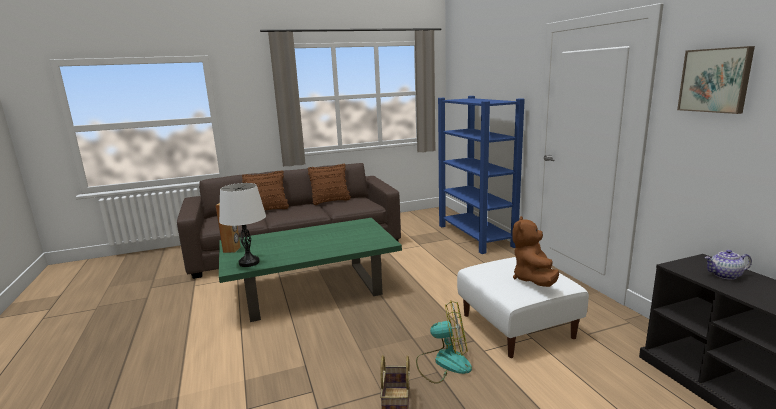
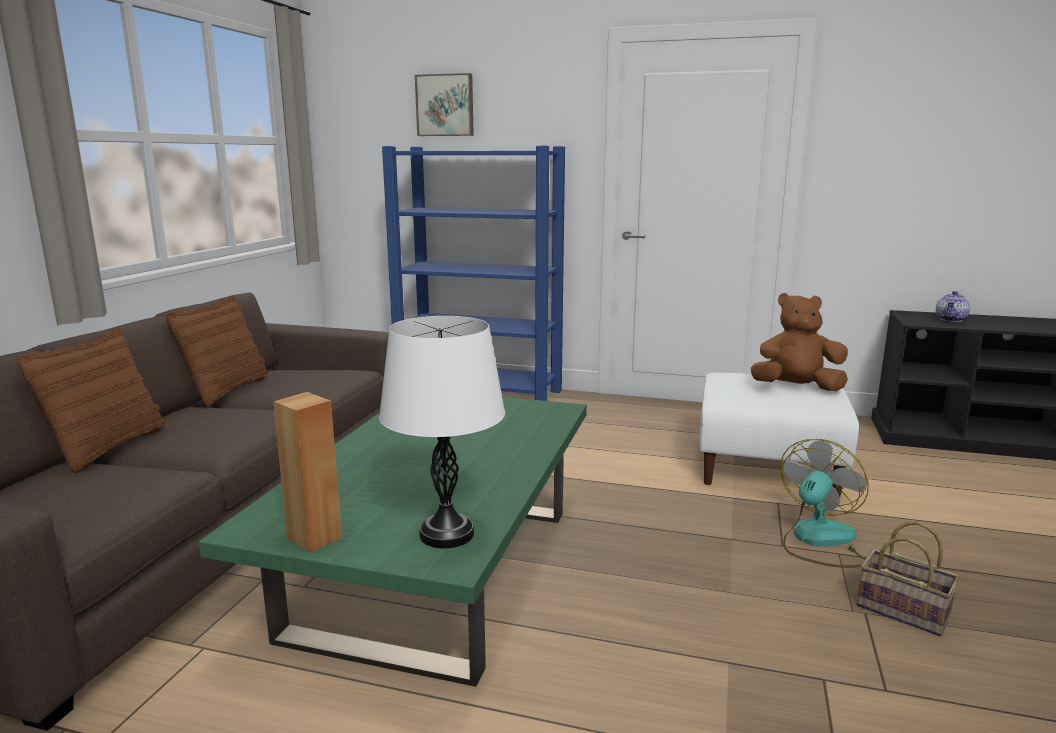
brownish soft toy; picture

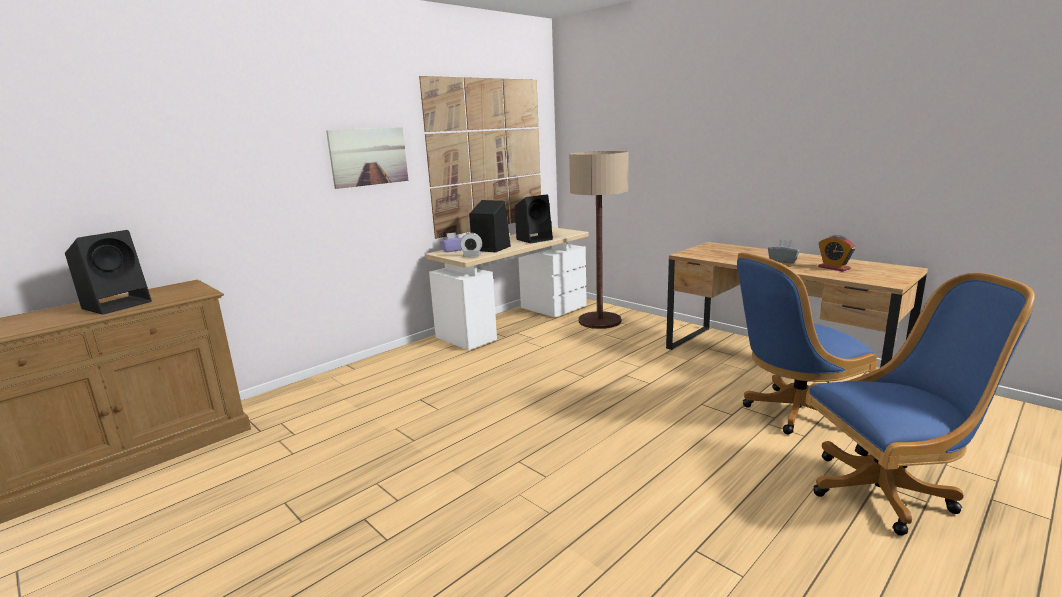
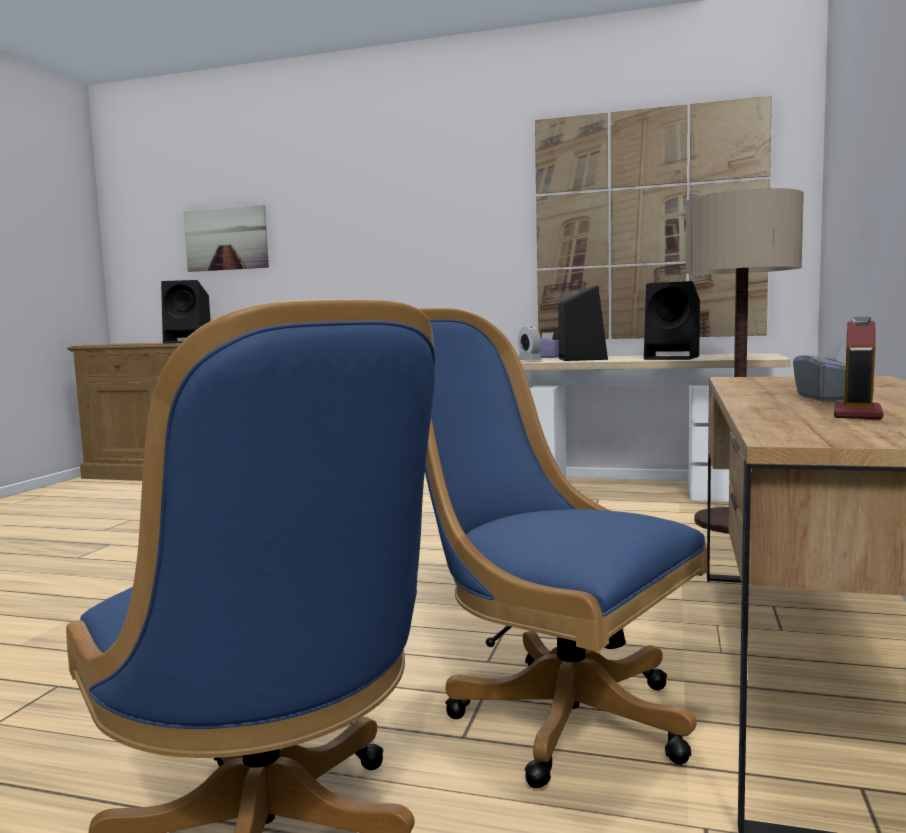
picture (no. 1 from left)

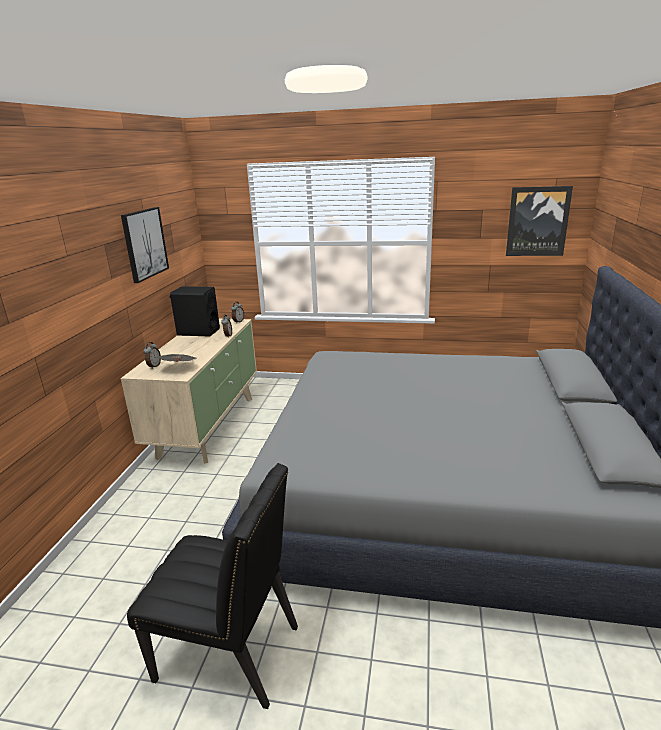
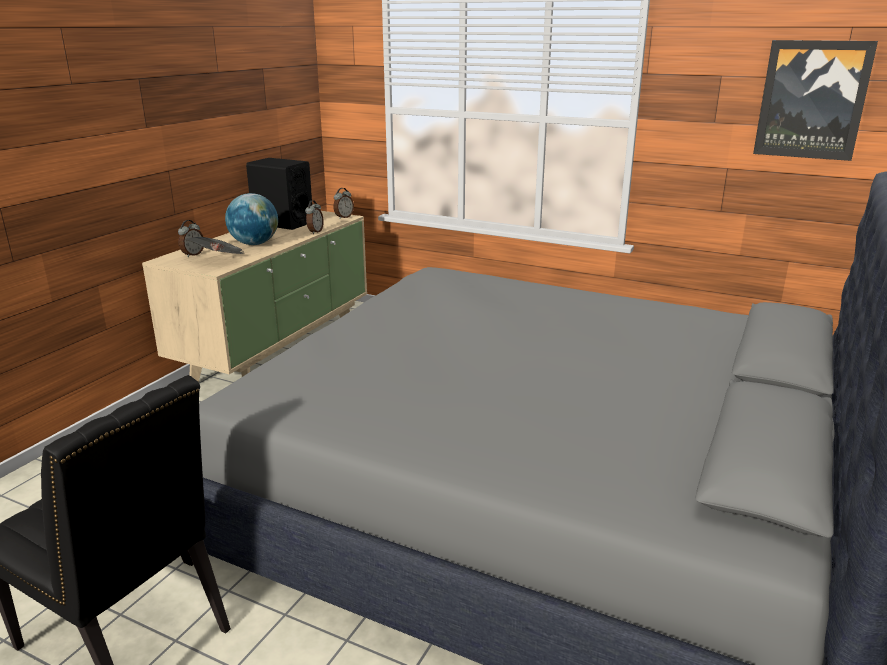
picture (no. 1 from left in the first image); world globe

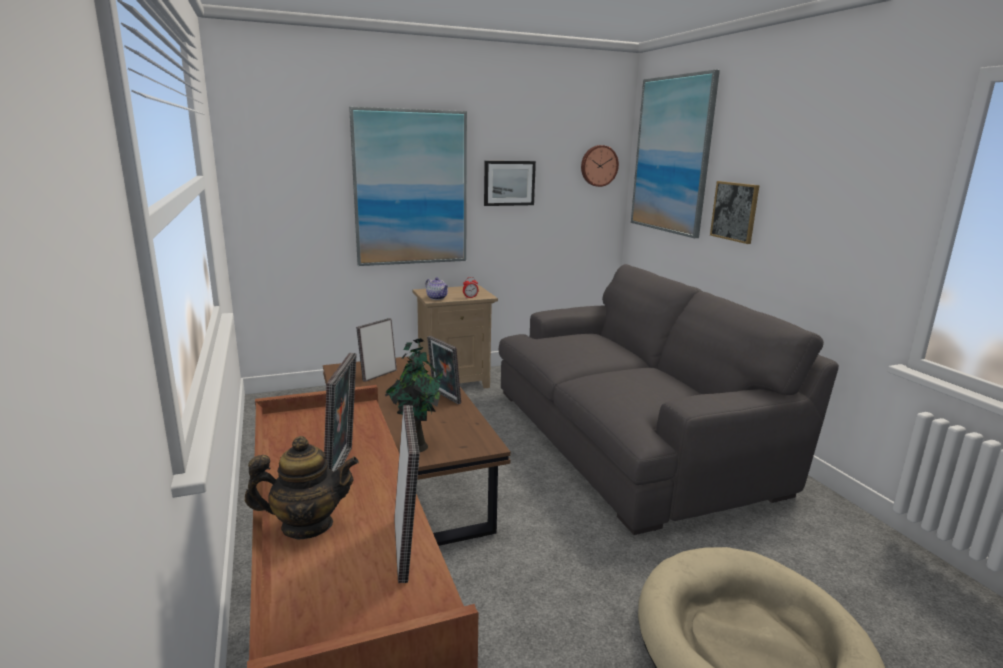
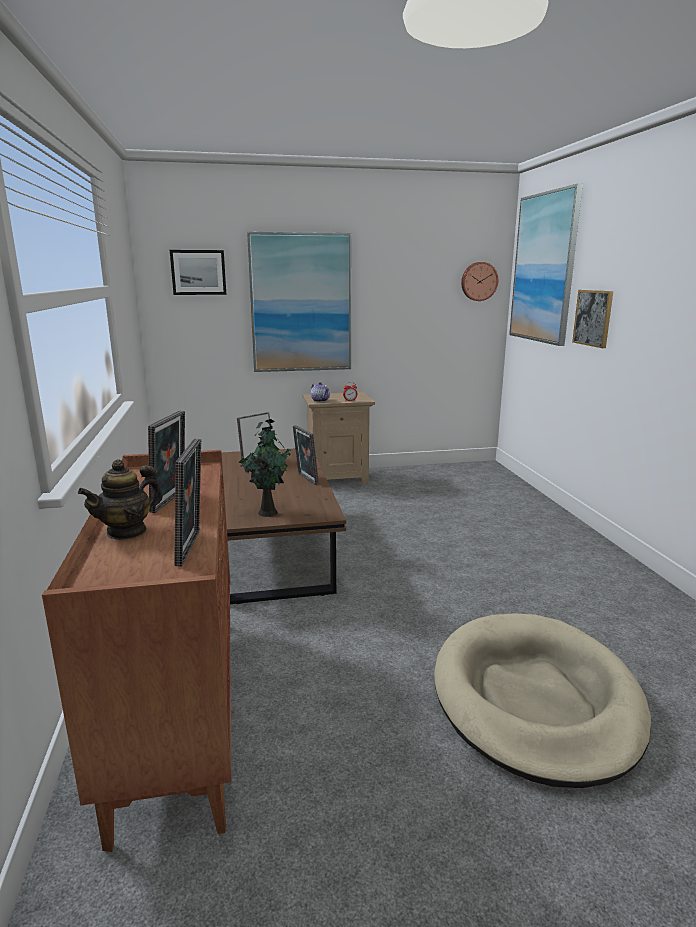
tea pot (no. 1 from left); picture (no. 1 from left); greyish couch

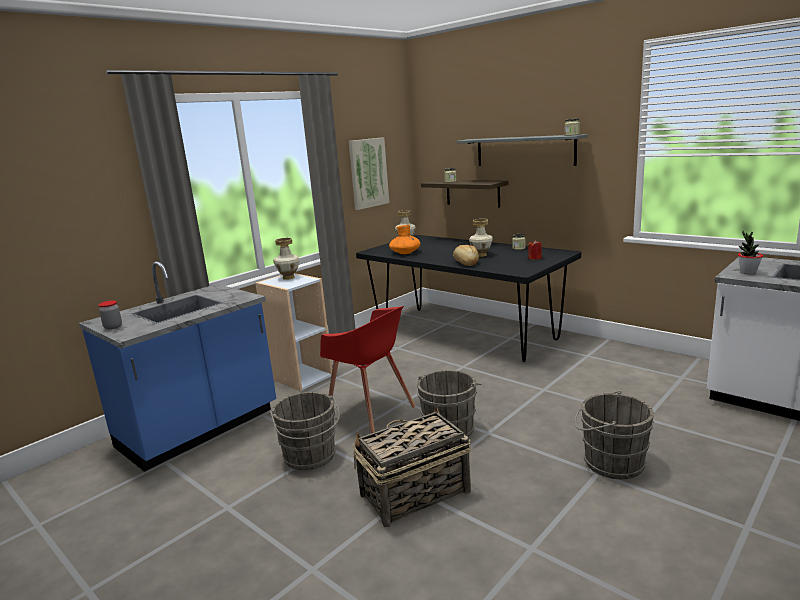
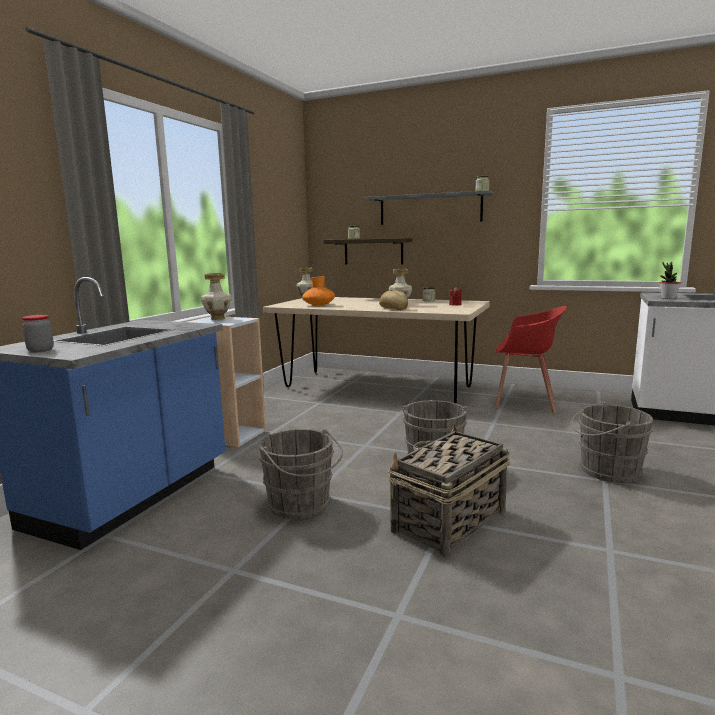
red chair; picture; beige-coloured dinner table

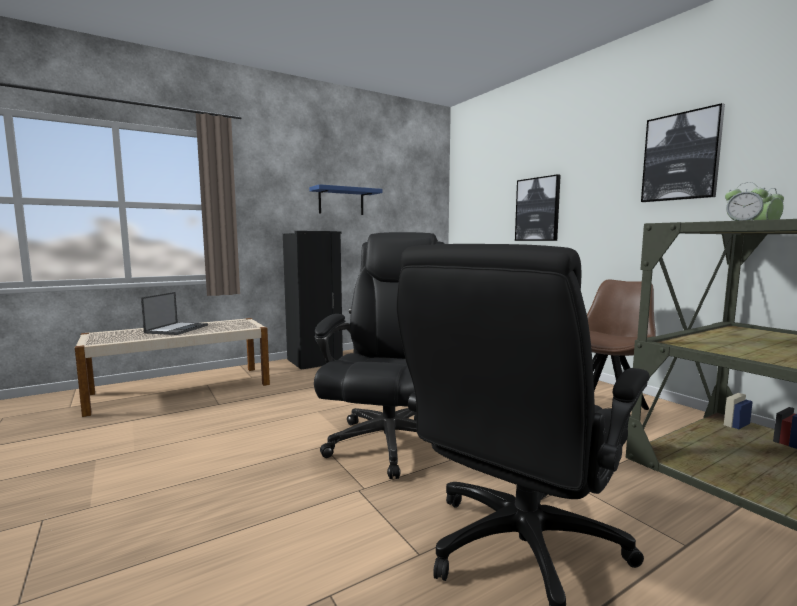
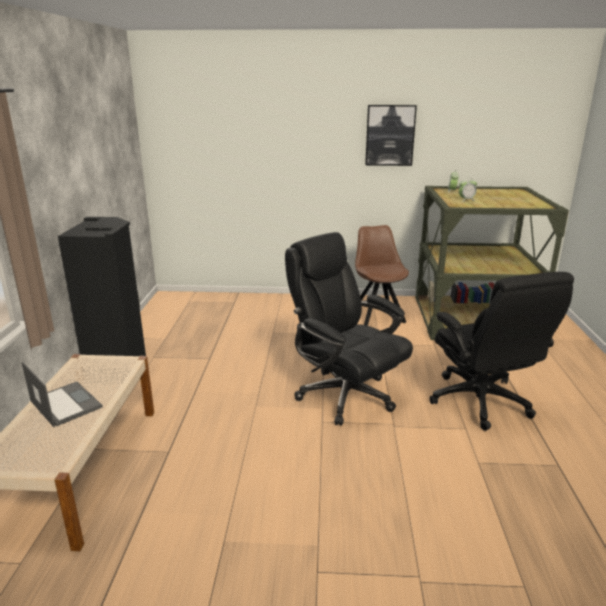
bluish shelf; picture (no. 1 from left in the first image)

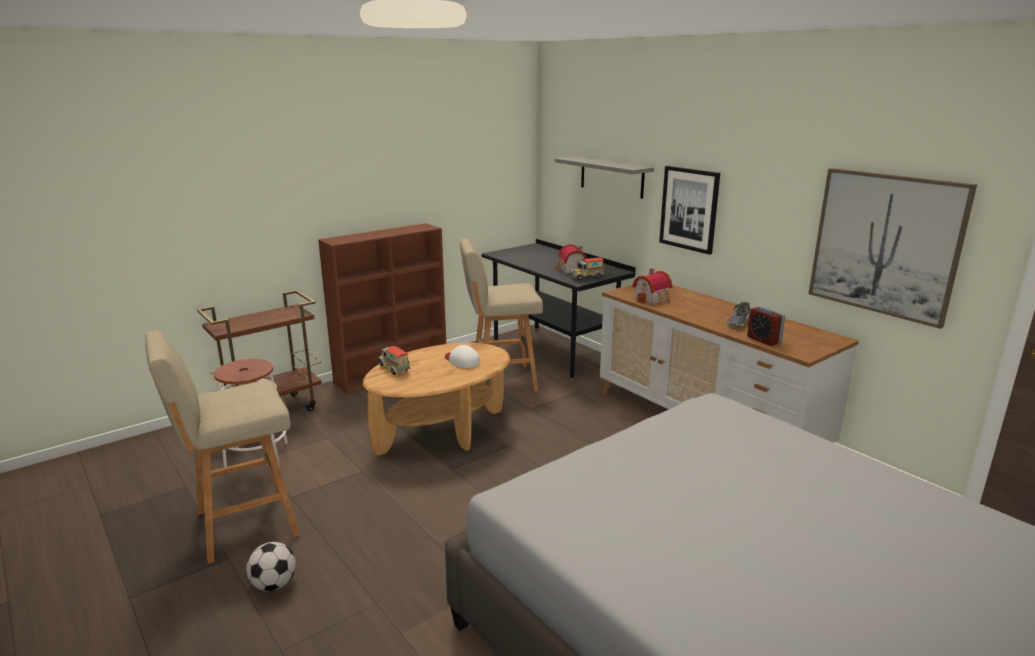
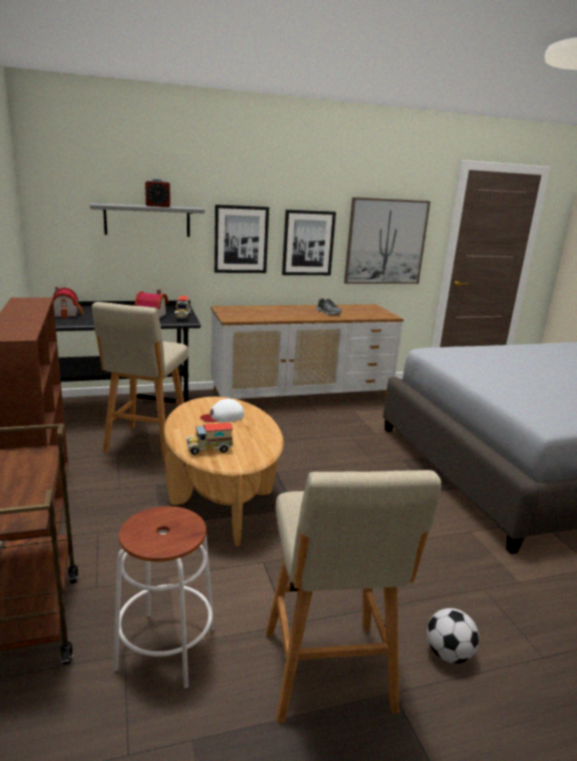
miniature house (no. 1 from left); bedside clock; picture (no. 2 from left)

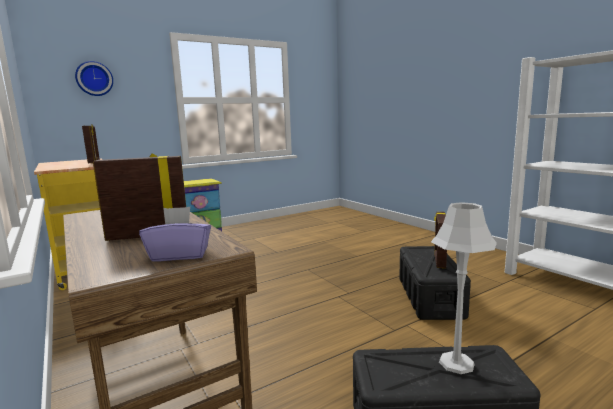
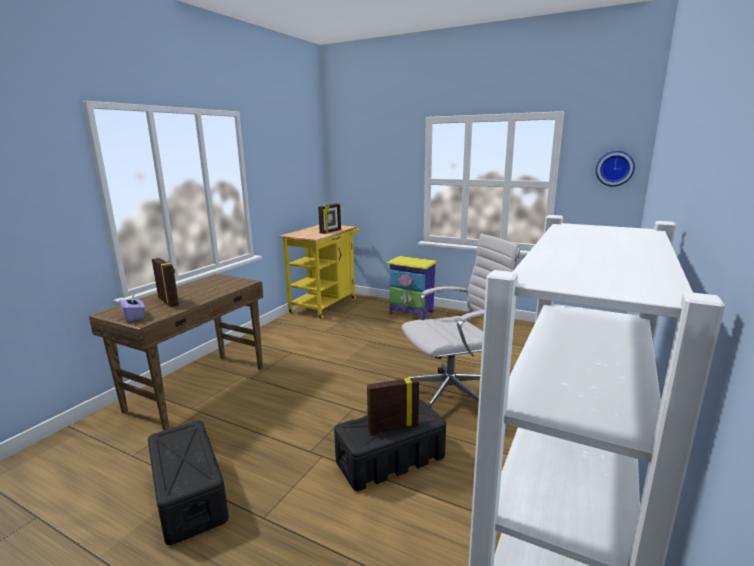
wall clock; greyish tabletop lamp; white-coloured desk chair

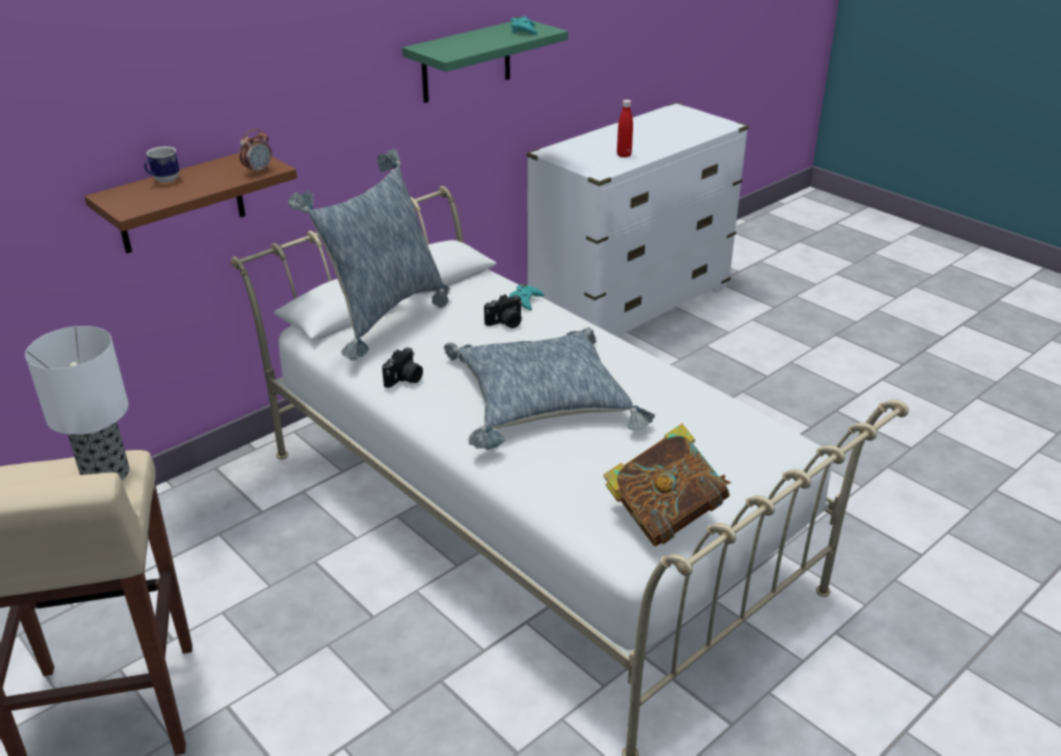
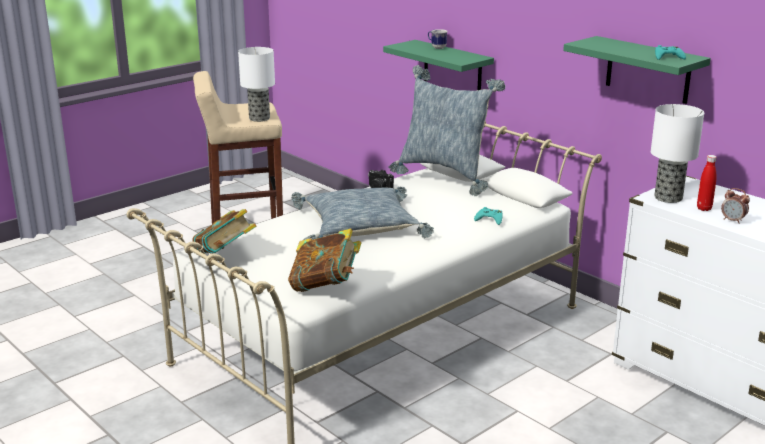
greenish shelf (no. 1 from left); bedside clock; still camera (no. 2 from left in the first image); bound book (no. 2 from left); tabletop lamp (no. 2 from left)

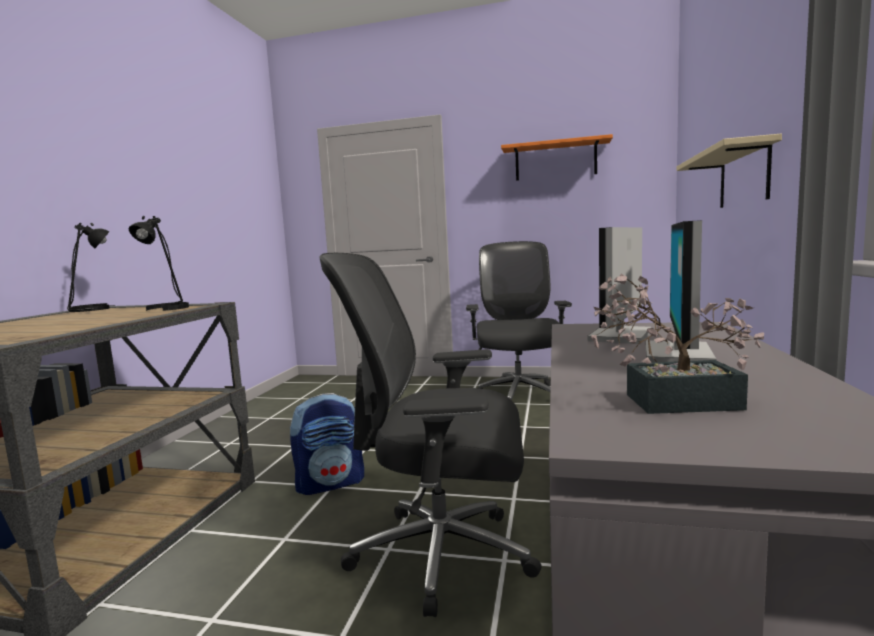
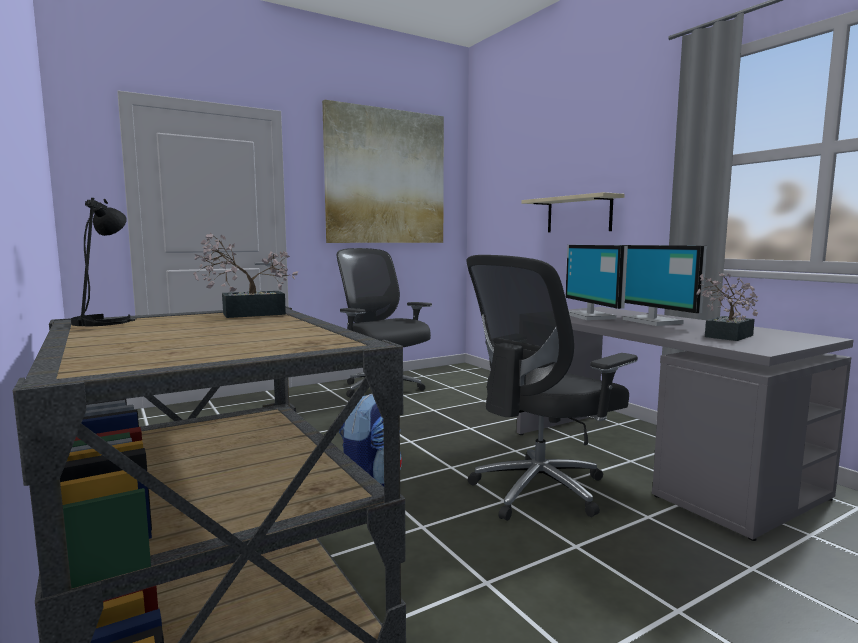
potted plant (no. 1 from left); picture

